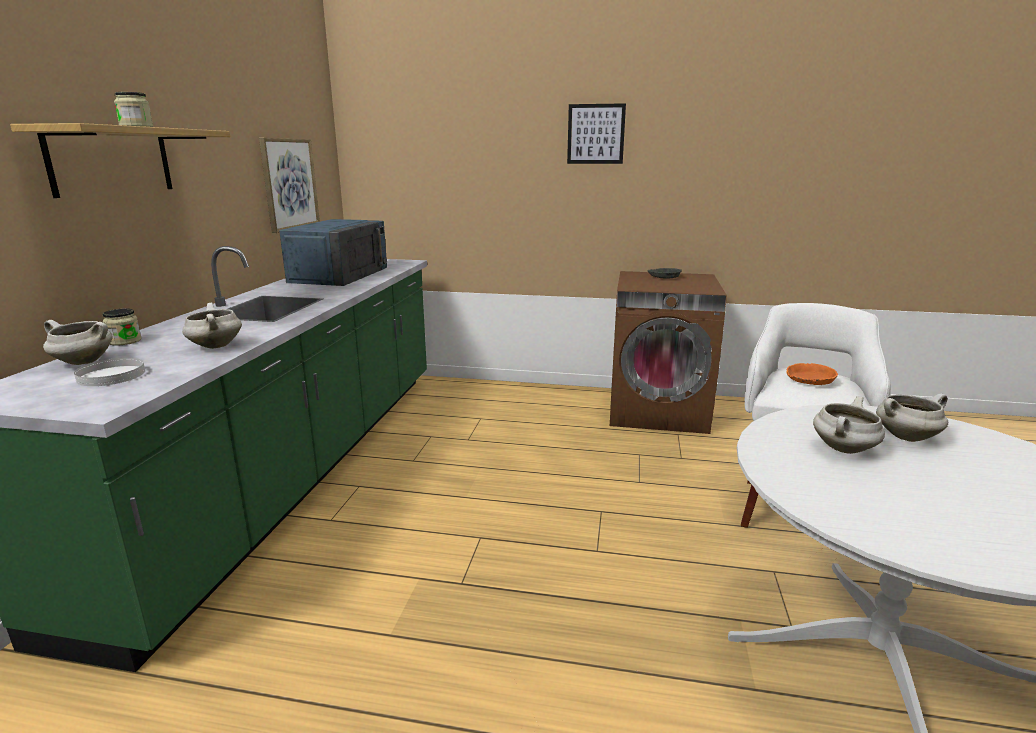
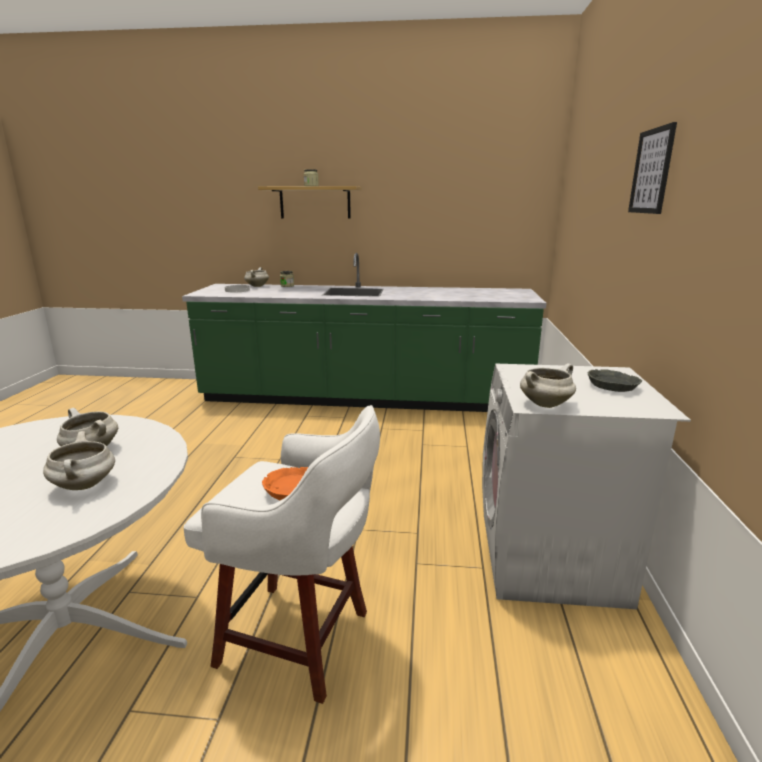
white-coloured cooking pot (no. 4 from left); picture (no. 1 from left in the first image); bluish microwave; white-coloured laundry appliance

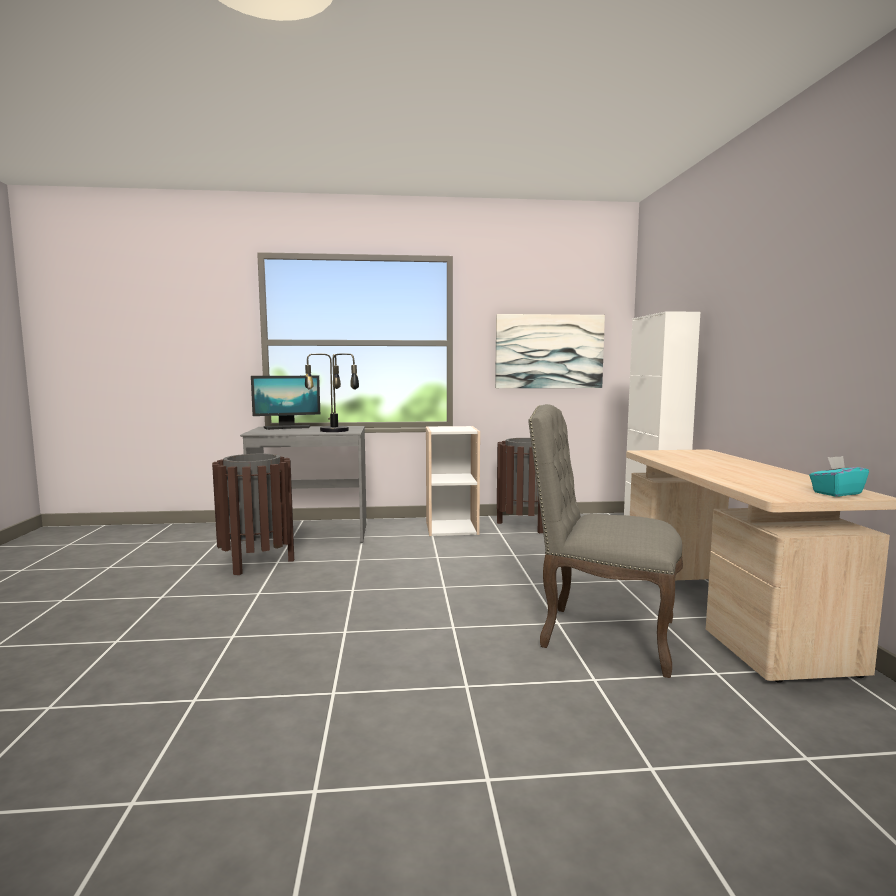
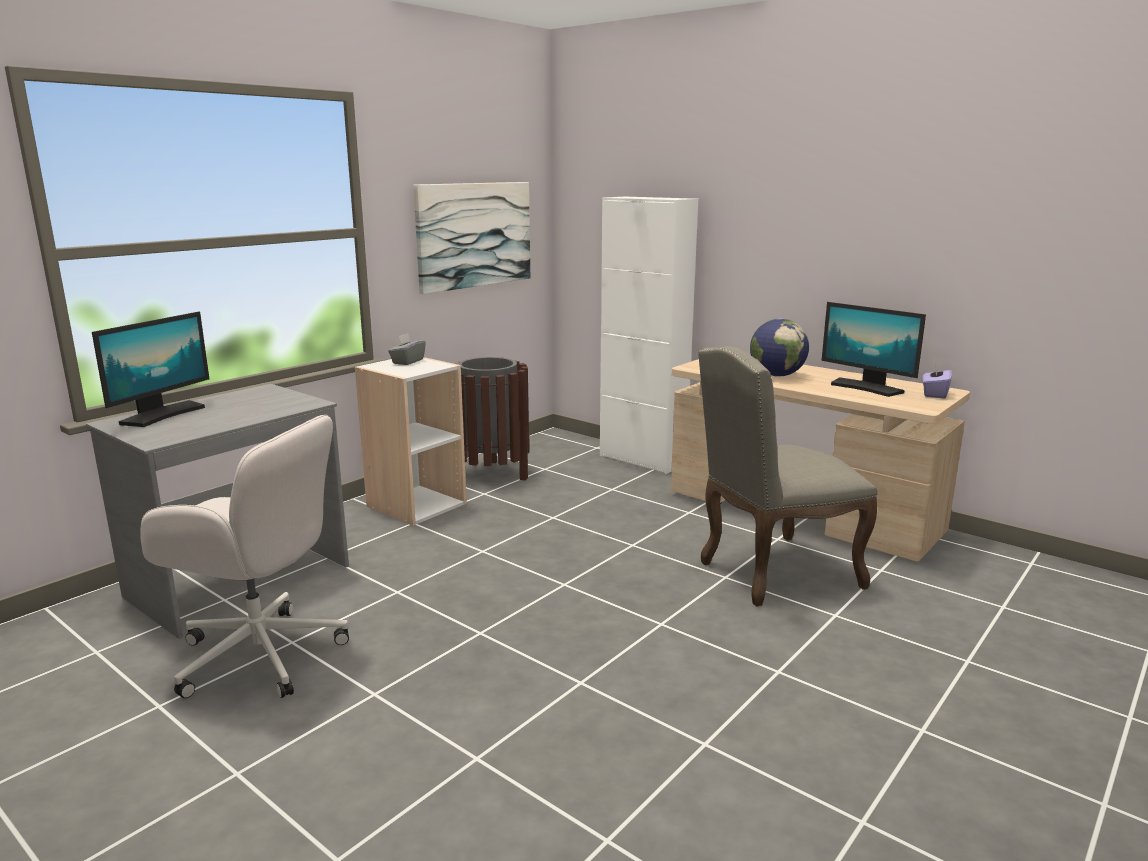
white-coloured desk chair; tabletop lamp; purple-coloured tissue holder; greyish tissue holder; world globe; computer display (no. 2 from left)

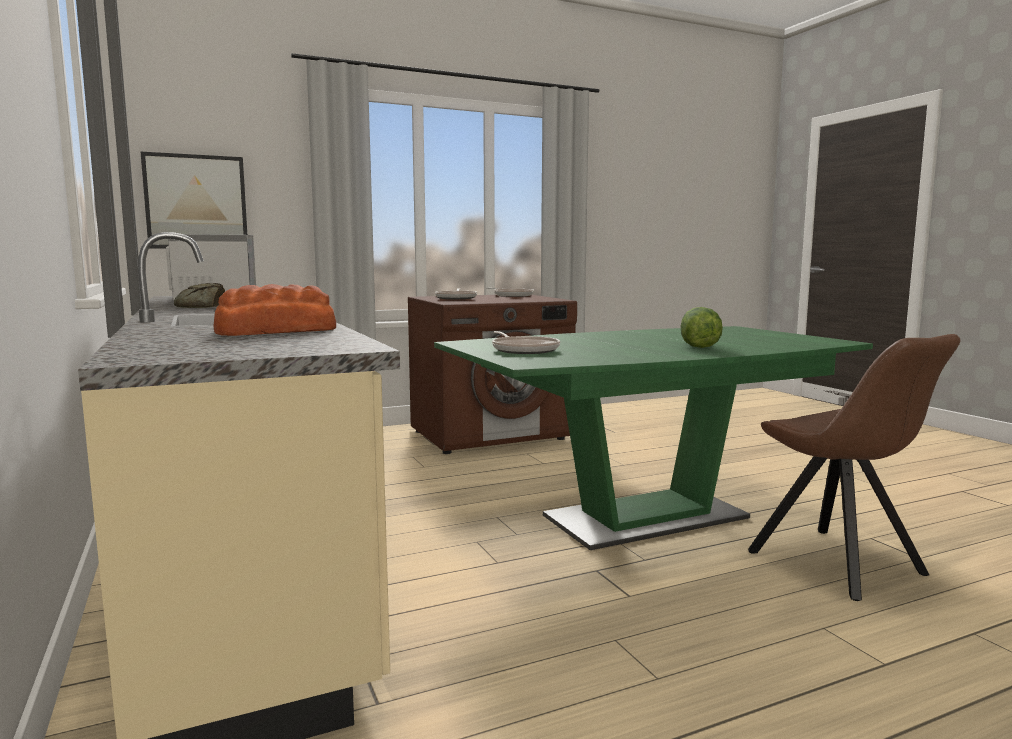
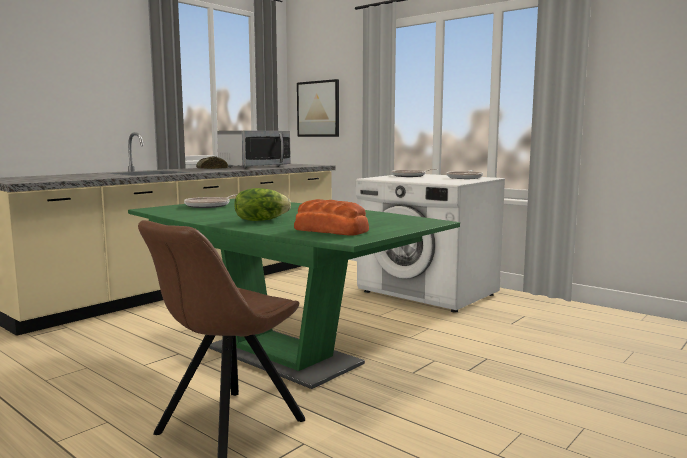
bakery bread (no. 2 from left); white-coloured laundry appliance

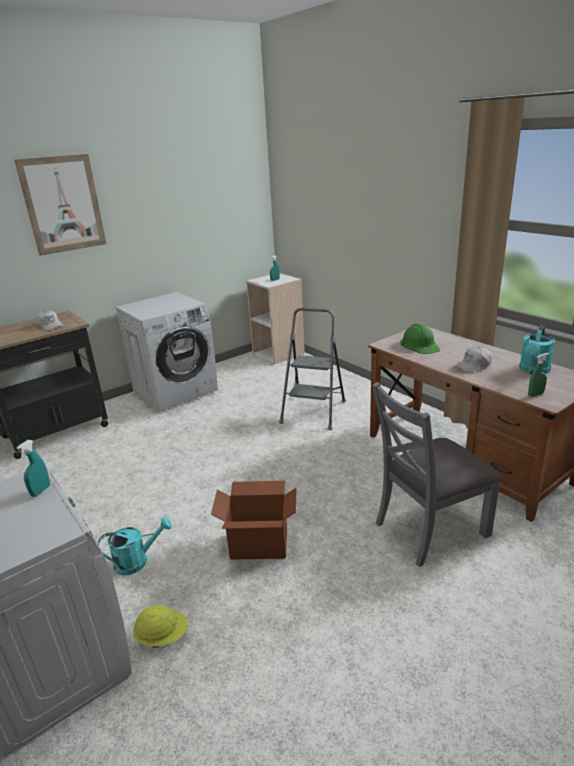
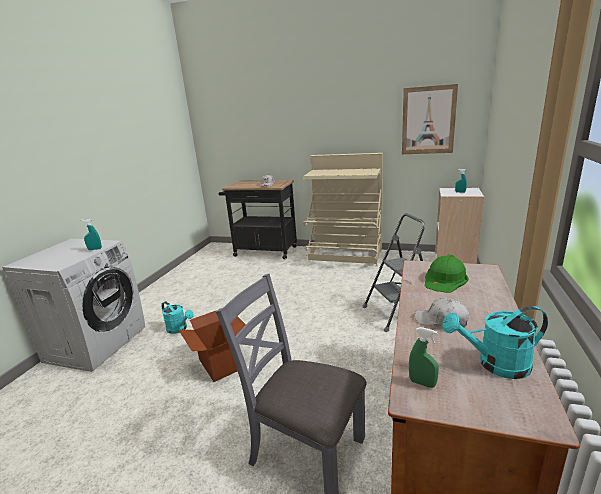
picture; beige-coloured shoe shelf; yellow-coloured work helmet

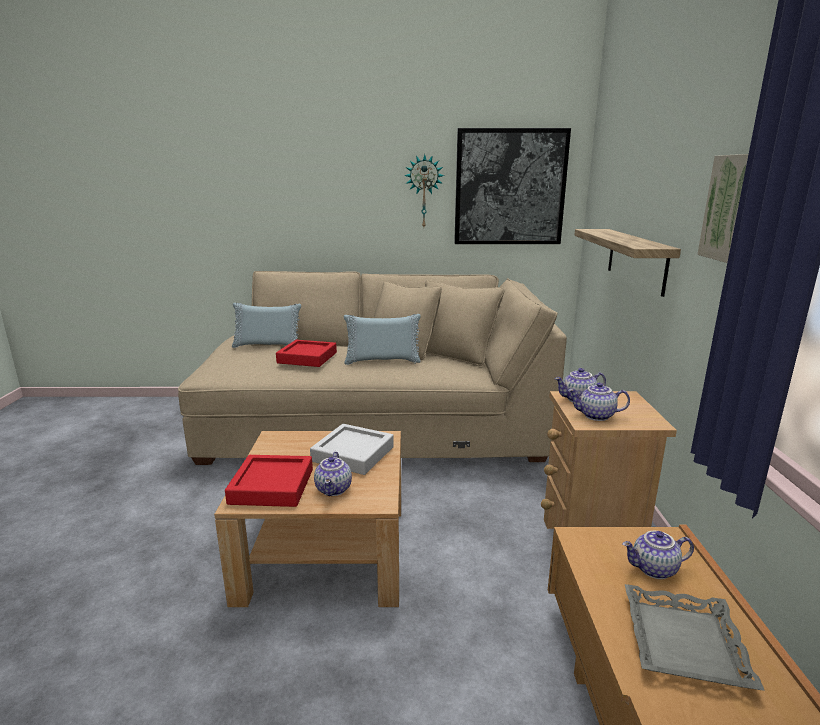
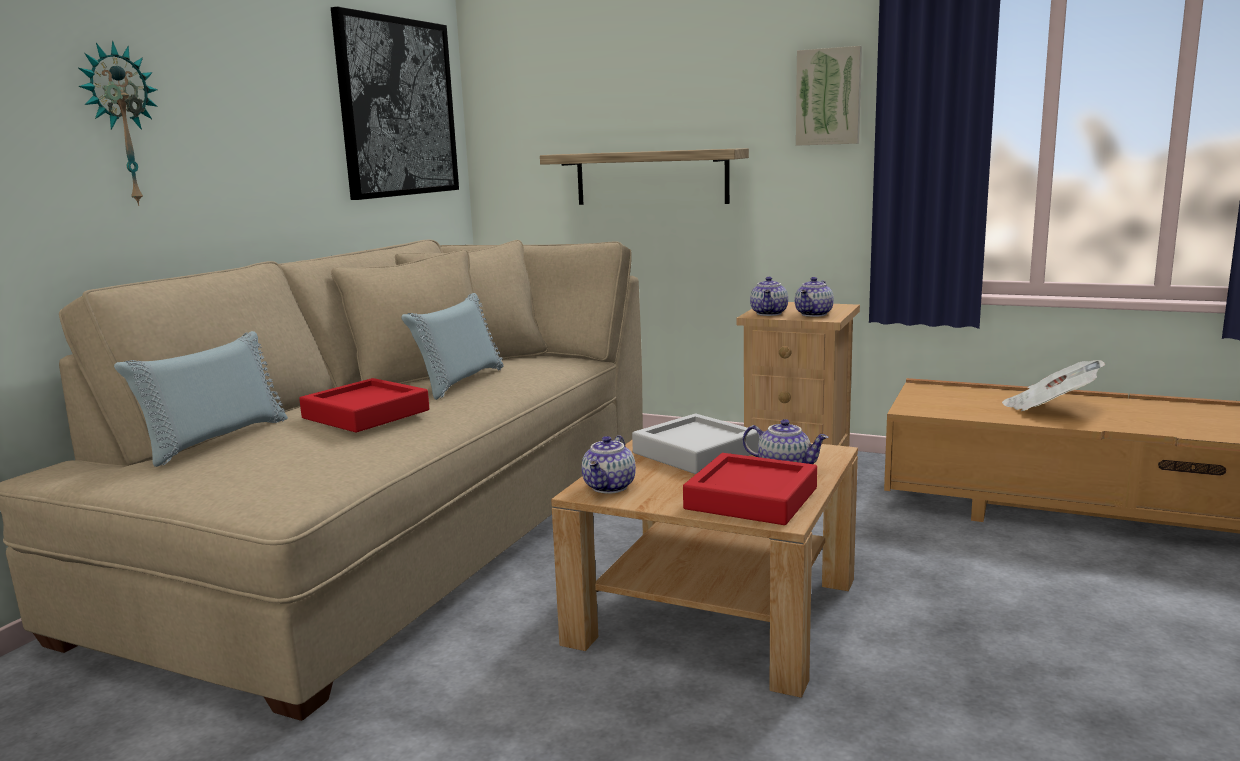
wall clock; tea pot (no. 1 from left); printed paper

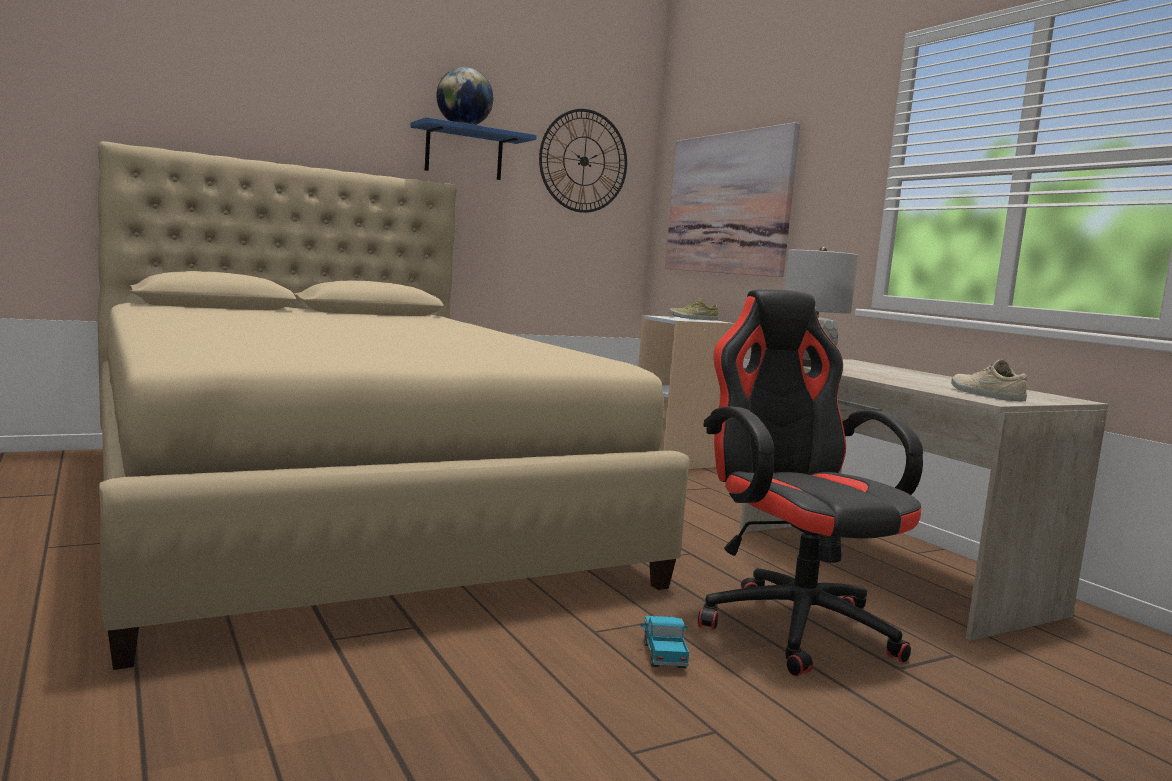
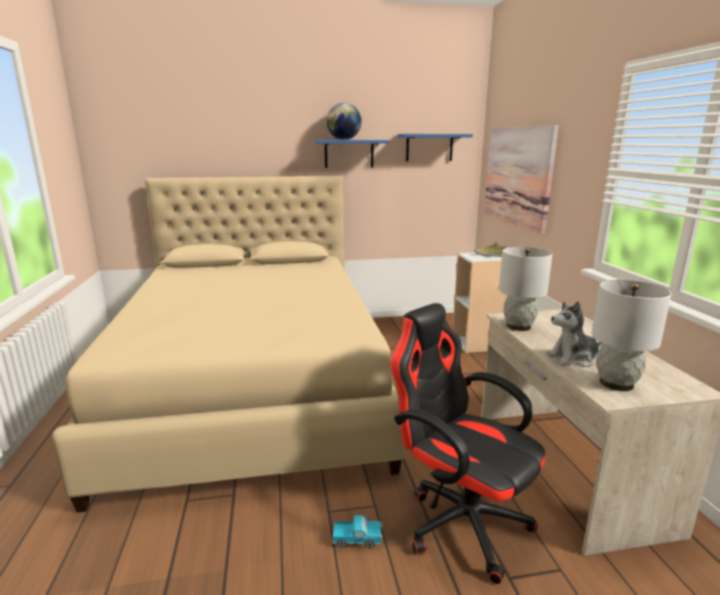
bluish shelf (no. 2 from left); toy truck; black-coloured desk chair; white-coloured tabletop lamp (no. 2 from left); soft toy

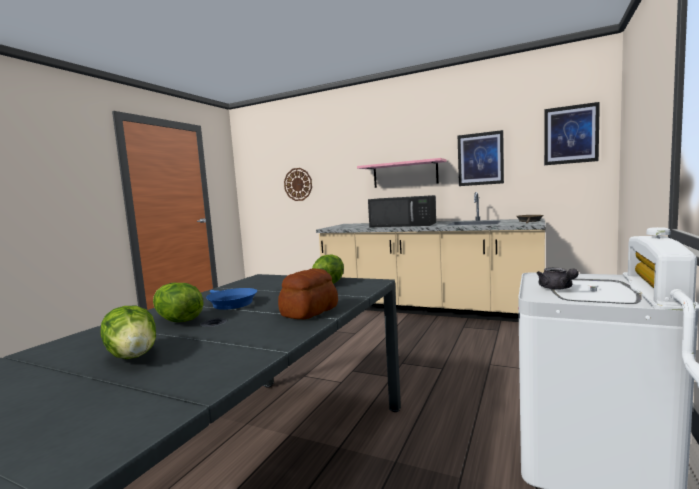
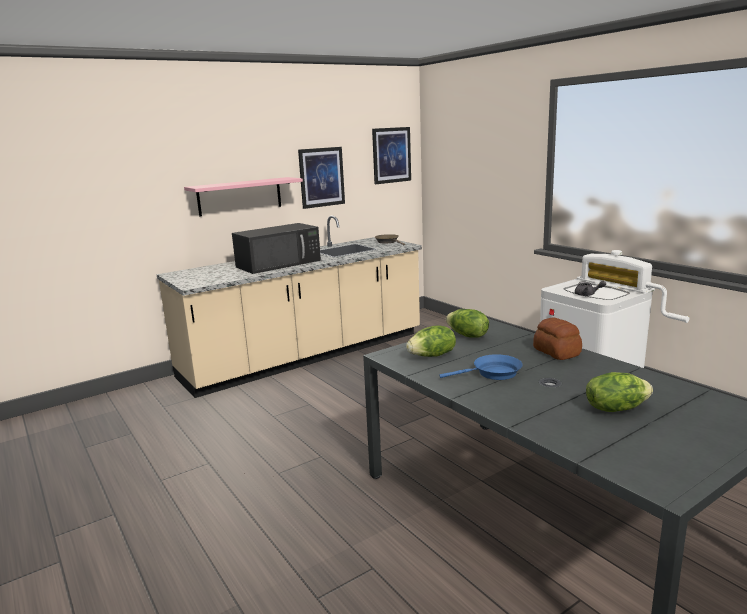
lettuce (no. 1 from left); wall clock

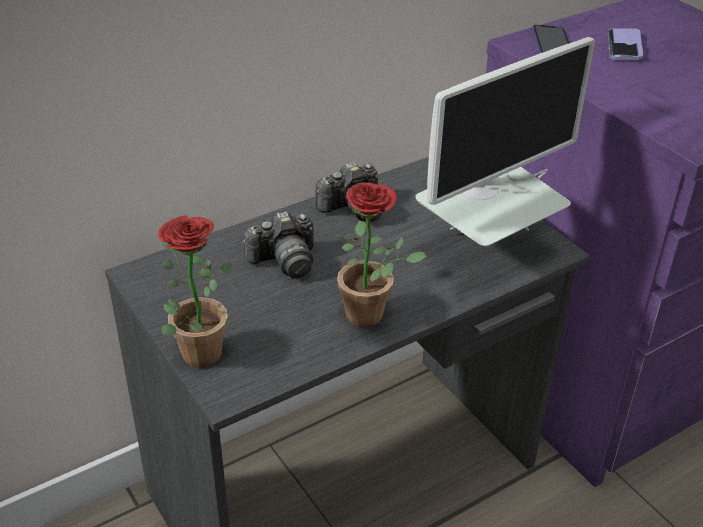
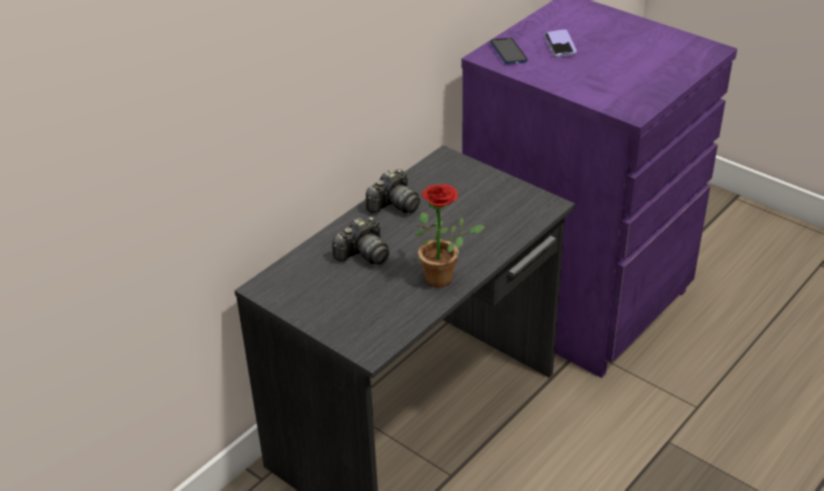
potted plant (no. 1 from left in the first image); computer display

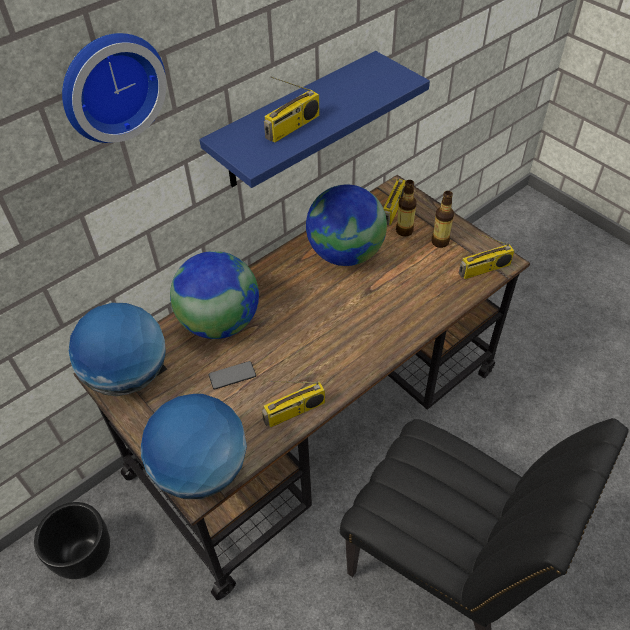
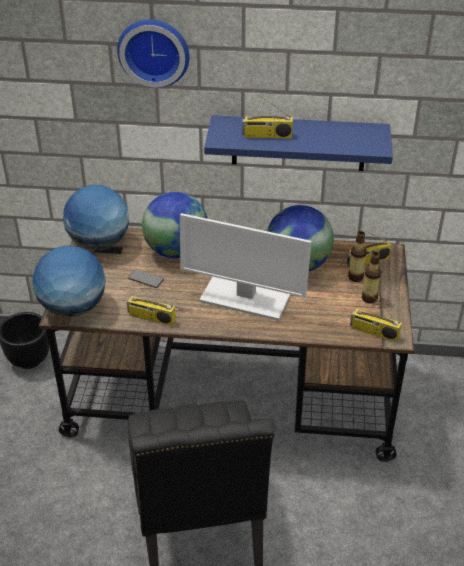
computer display

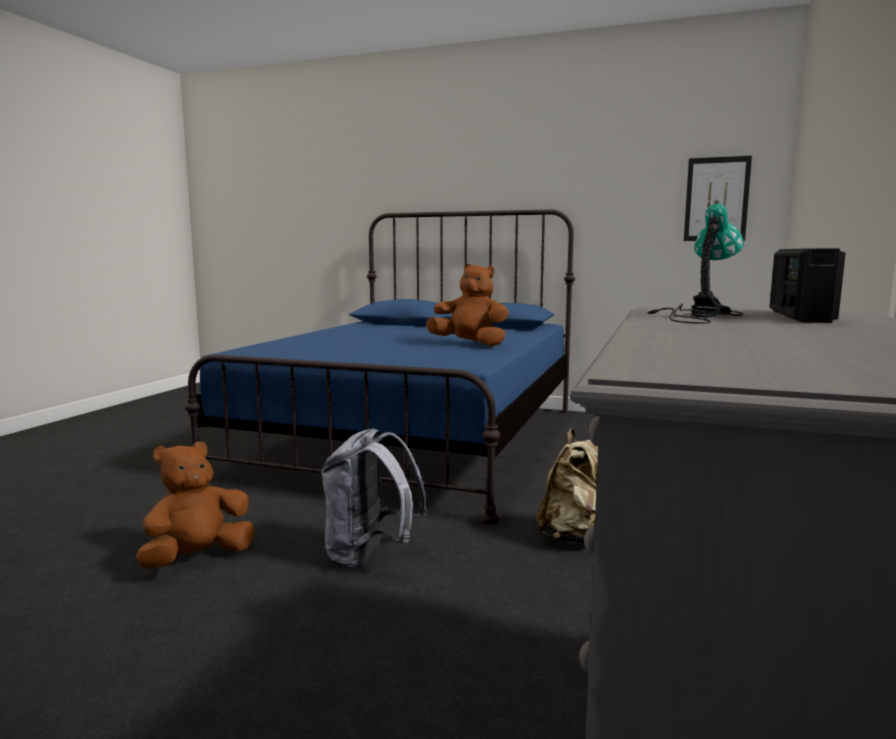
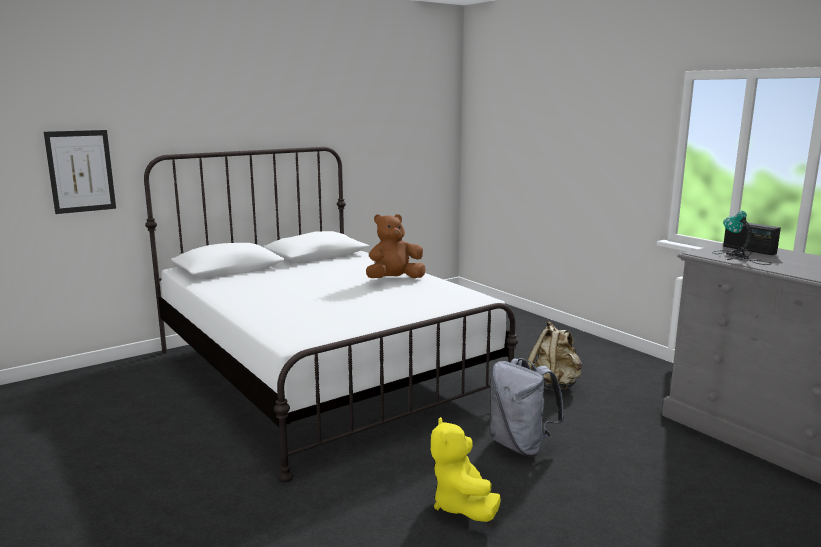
yellow-coloured soft toy; white-coloured sleeping bed; picture

